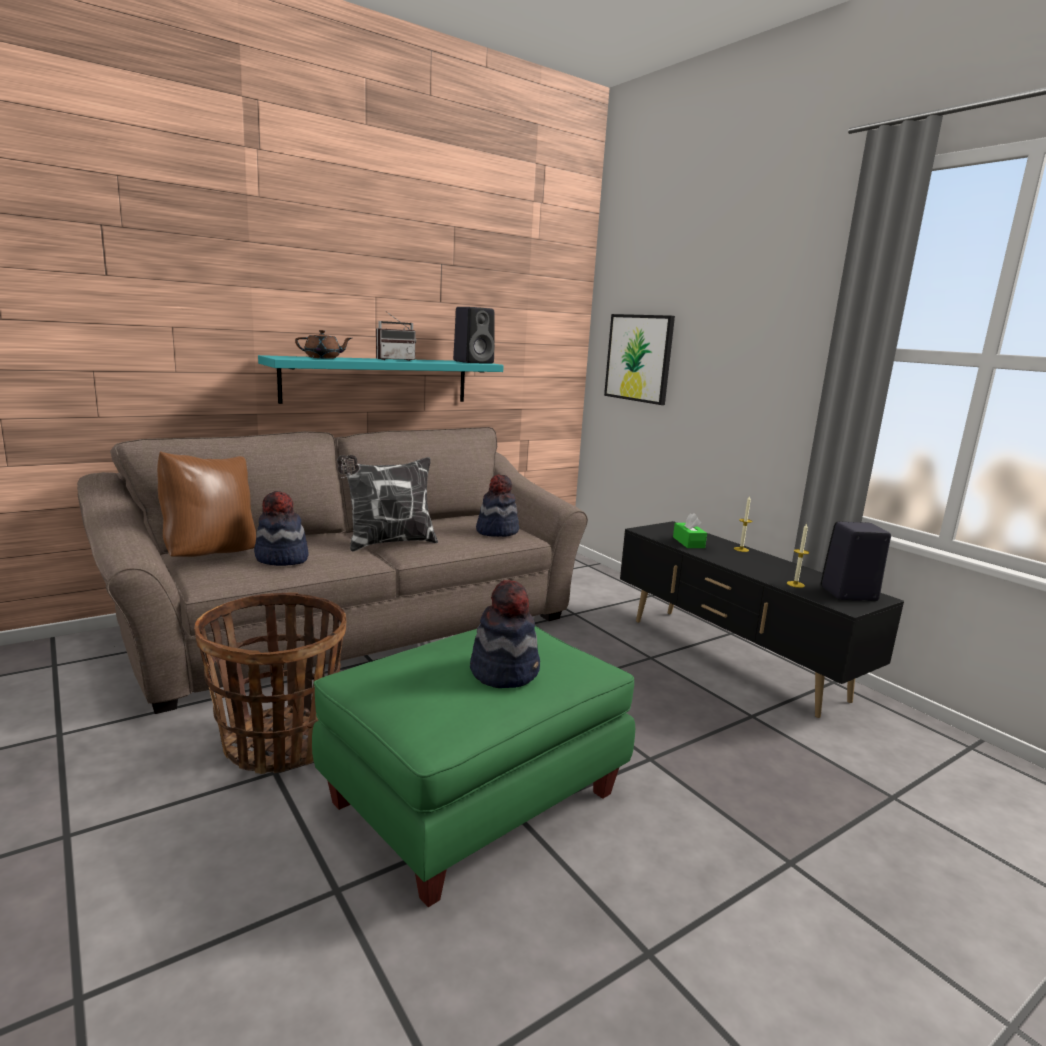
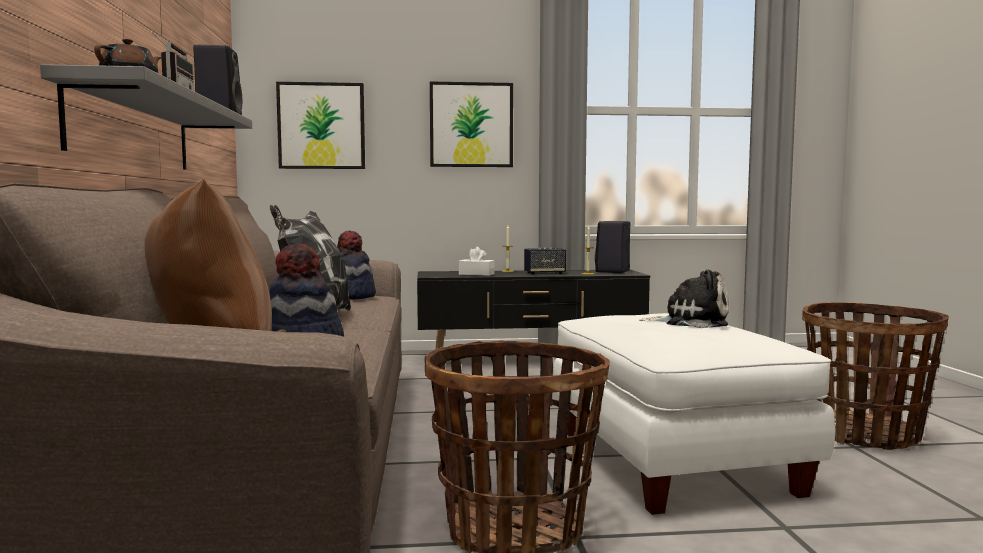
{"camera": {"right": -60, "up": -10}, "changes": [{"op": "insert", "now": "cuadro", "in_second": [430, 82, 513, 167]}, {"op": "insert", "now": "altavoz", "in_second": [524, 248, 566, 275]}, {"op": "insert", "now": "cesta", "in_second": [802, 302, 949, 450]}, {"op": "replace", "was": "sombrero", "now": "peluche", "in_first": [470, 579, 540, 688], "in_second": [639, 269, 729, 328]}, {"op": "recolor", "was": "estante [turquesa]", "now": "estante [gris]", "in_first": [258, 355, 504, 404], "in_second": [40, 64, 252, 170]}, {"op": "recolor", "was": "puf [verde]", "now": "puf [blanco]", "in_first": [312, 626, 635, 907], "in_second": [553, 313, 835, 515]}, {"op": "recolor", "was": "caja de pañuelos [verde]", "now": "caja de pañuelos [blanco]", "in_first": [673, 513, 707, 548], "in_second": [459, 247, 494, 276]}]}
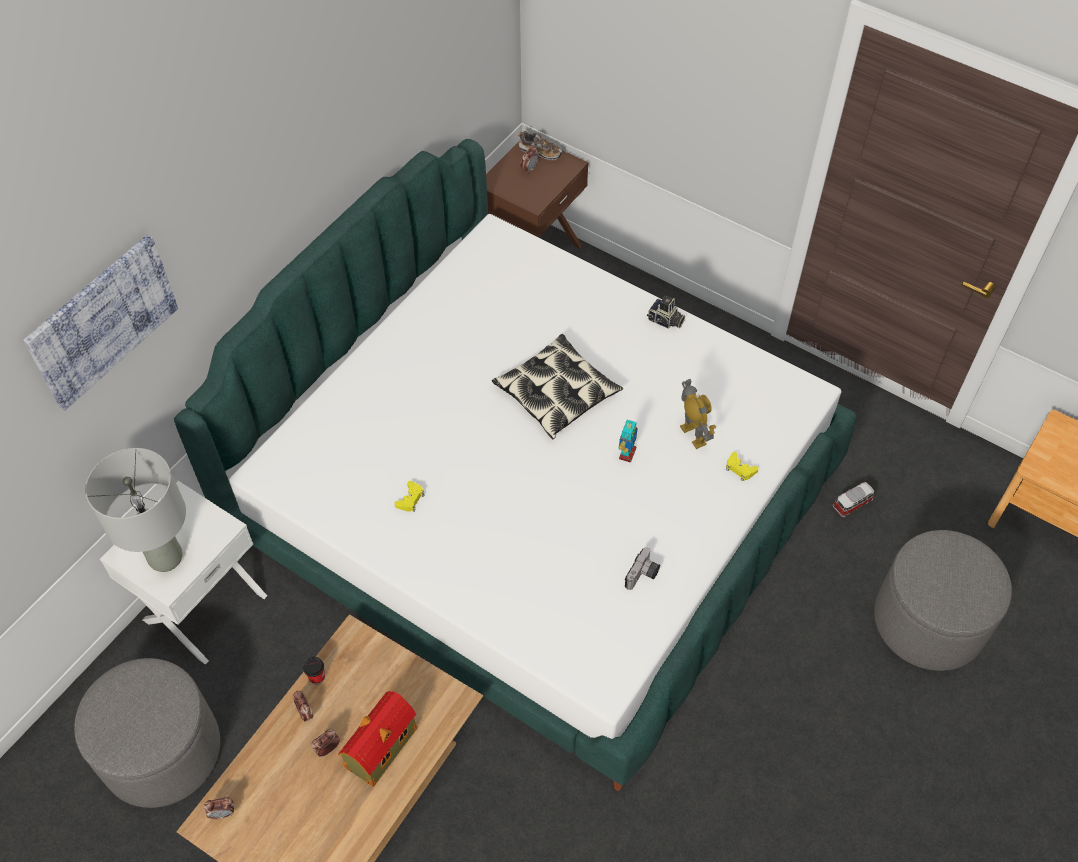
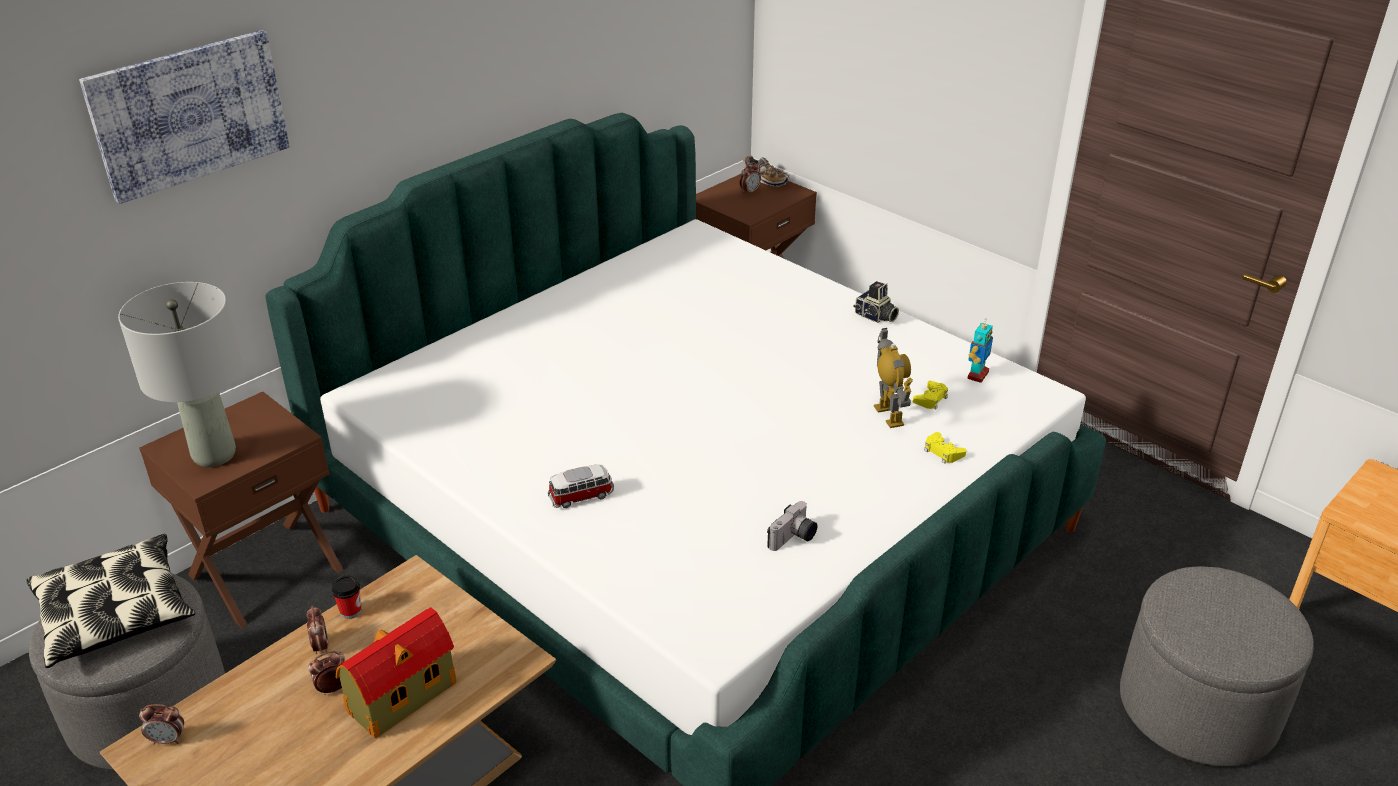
{"camera": {"right": 10, "up": -20}, "changes": [{"op": "move", "was": "mando de consola [amarillo]", "in_first": [394, 481, 424, 512], "in_second": [913, 381, 948, 410]}, {"op": "move", "was": "cojín", "in_first": [492, 334, 623, 440], "in_second": [27, 534, 195, 668]}, {"op": "move", "was": "robot de juguete", "in_first": [618, 420, 637, 463], "in_second": [967, 318, 993, 383]}, {"op": "move", "was": "coche de juguete", "in_first": [832, 482, 874, 517], "in_second": [548, 464, 614, 508]}, {"op": "recolor", "was": "mesita de noche [blanco]", "now": "mesita de noche [marrón]", "in_first": [100, 481, 267, 665], "in_second": [139, 391, 343, 628]}]}
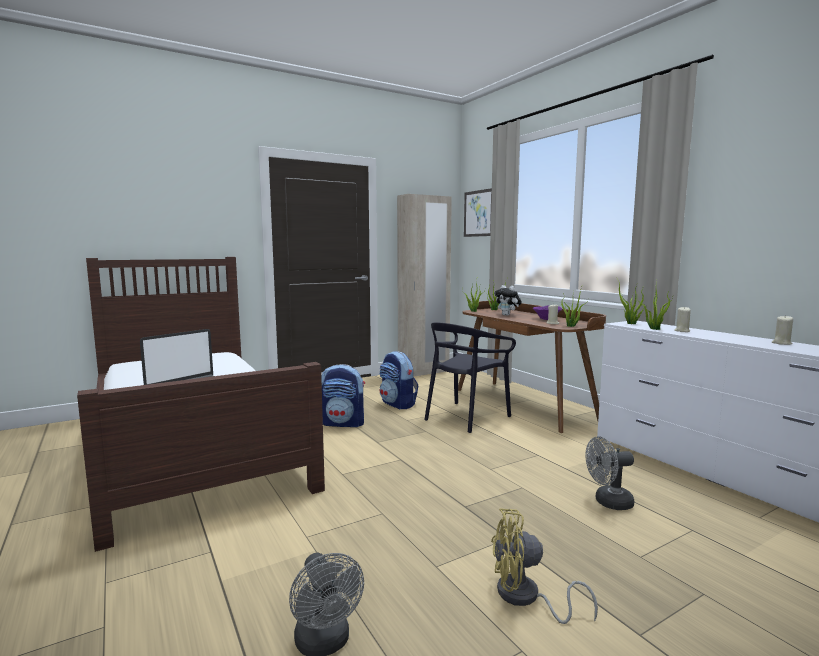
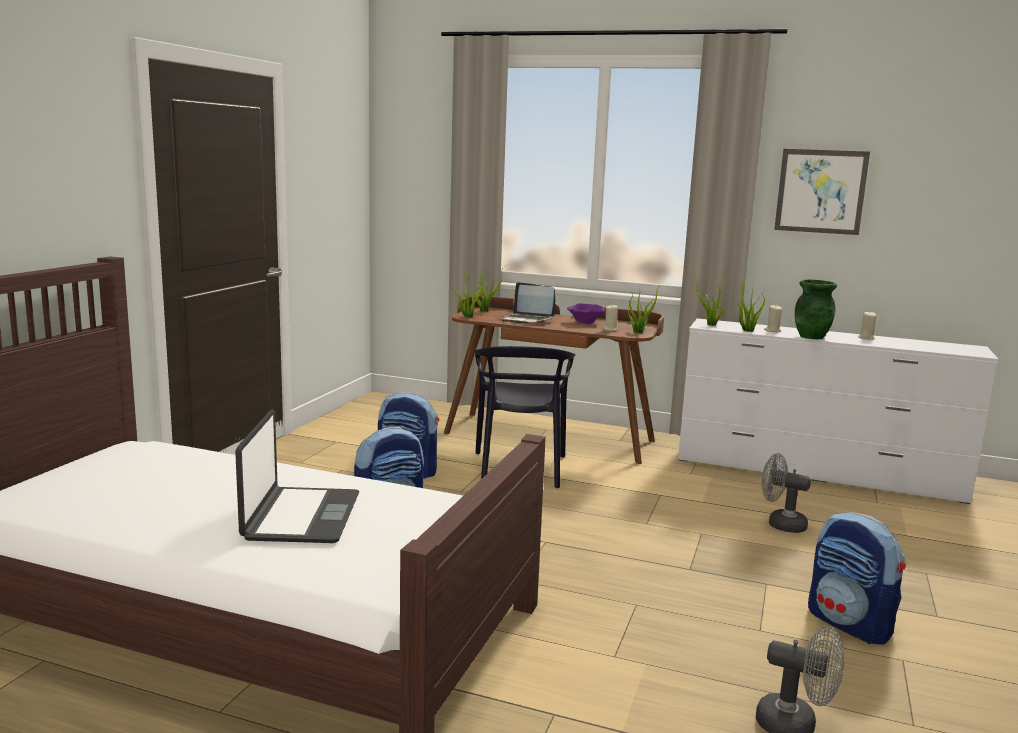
{"camera": {"right": -40, "up": 5}, "changes": [{"op": "delete", "was": "armario ropero [beis]", "in_first": [397, 194, 452, 377]}, {"op": "insert", "now": "florero [verde]", "in_second": [795, 280, 837, 339]}, {"op": "move", "was": "cuadro", "in_first": [464, 188, 492, 237], "in_second": [774, 149, 870, 235]}, {"op": "replace", "was": "ventilador [amarillo]", "now": "mochila", "in_first": [491, 508, 598, 624], "in_second": [808, 512, 906, 645]}, {"op": "replace", "was": "peluche", "now": "portátil", "in_first": [494, 285, 522, 316], "in_second": [502, 282, 555, 323]}, {"op": "rotate", "was": "ventilador [gris]", "in_first": [585, 436, 634, 510], "in_second": [762, 453, 811, 533], "clockwise": 75}]}
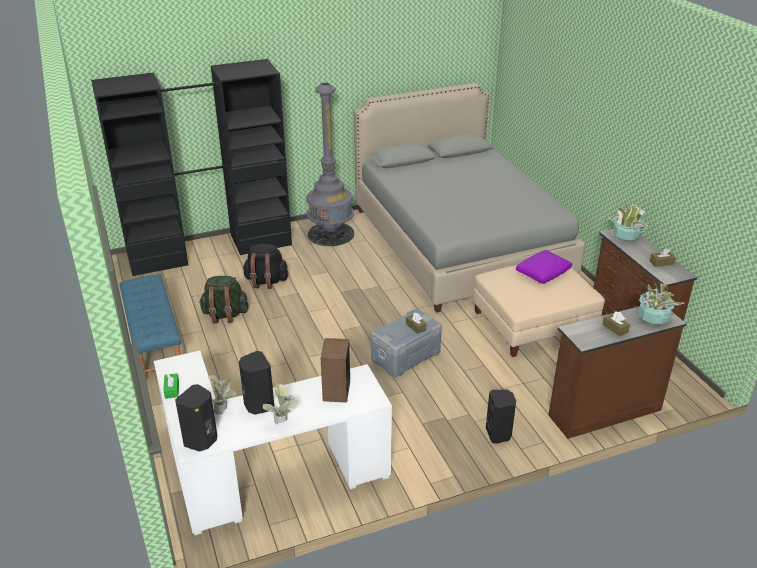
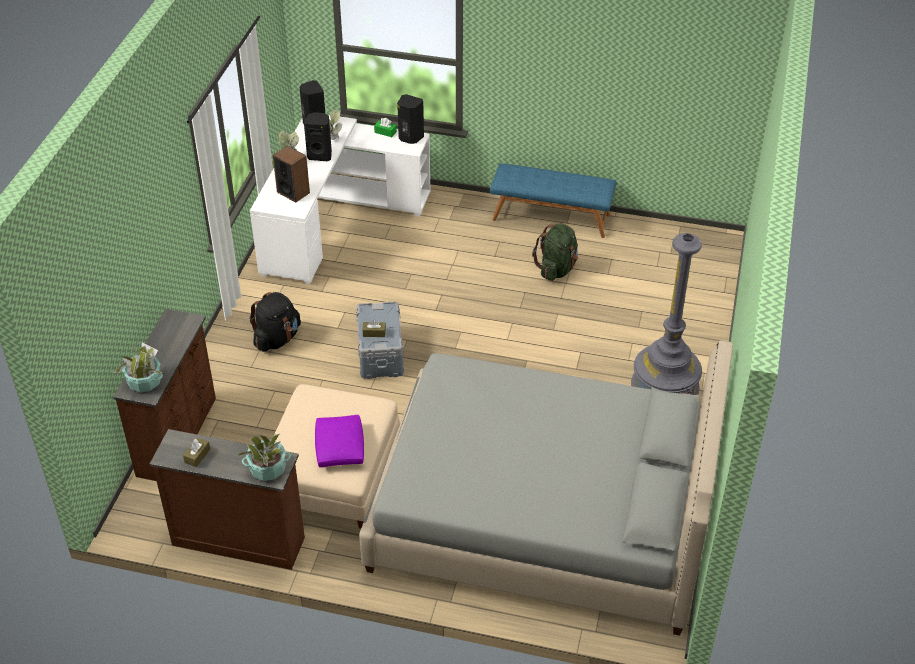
{"camera": {"right": 125, "up": 10}, "changes": [{"op": "delete", "was": "armario ropero [negro]", "in_first": [91, 59, 292, 276]}, {"op": "delete", "was": "caja de pañuelos [marrón]", "in_first": [603, 311, 630, 337]}, {"op": "move", "was": "mochila [negro]", "in_first": [243, 244, 288, 289], "in_second": [249, 292, 301, 352]}, {"op": "move", "was": "altavoz [negro]", "in_first": [486, 390, 516, 444], "in_second": [397, 94, 424, 144]}]}
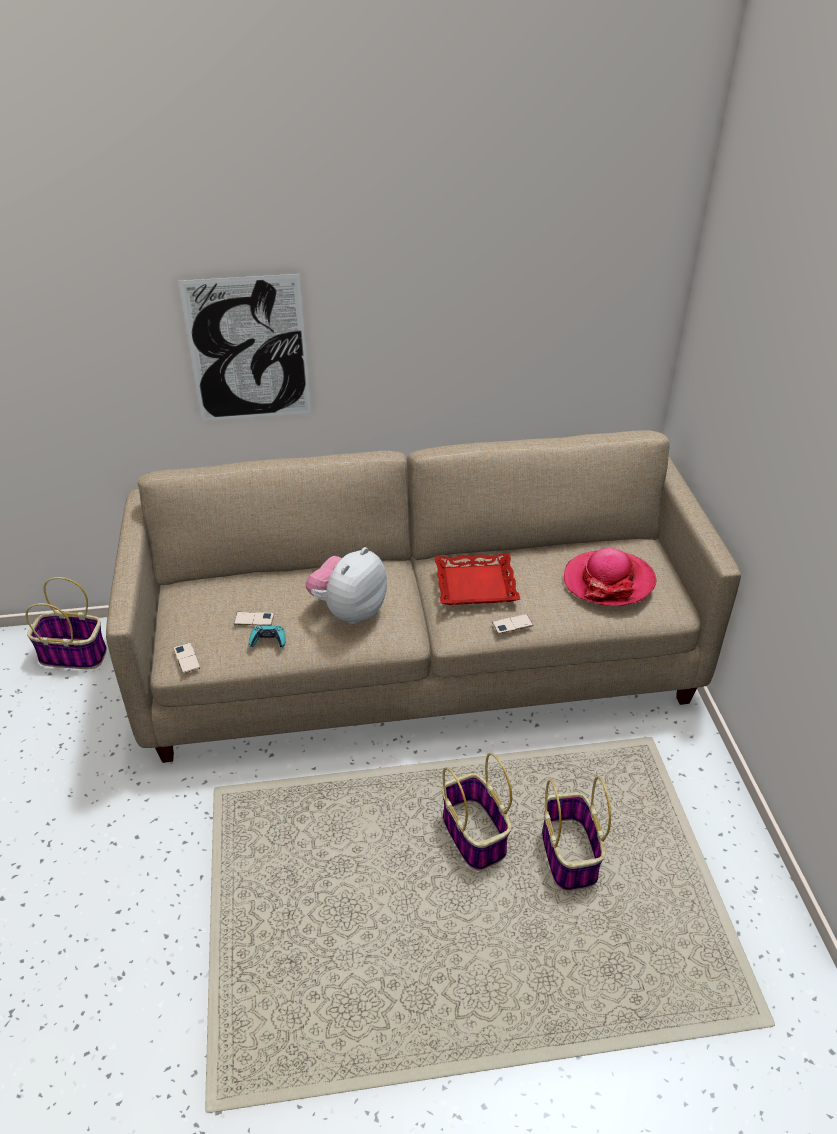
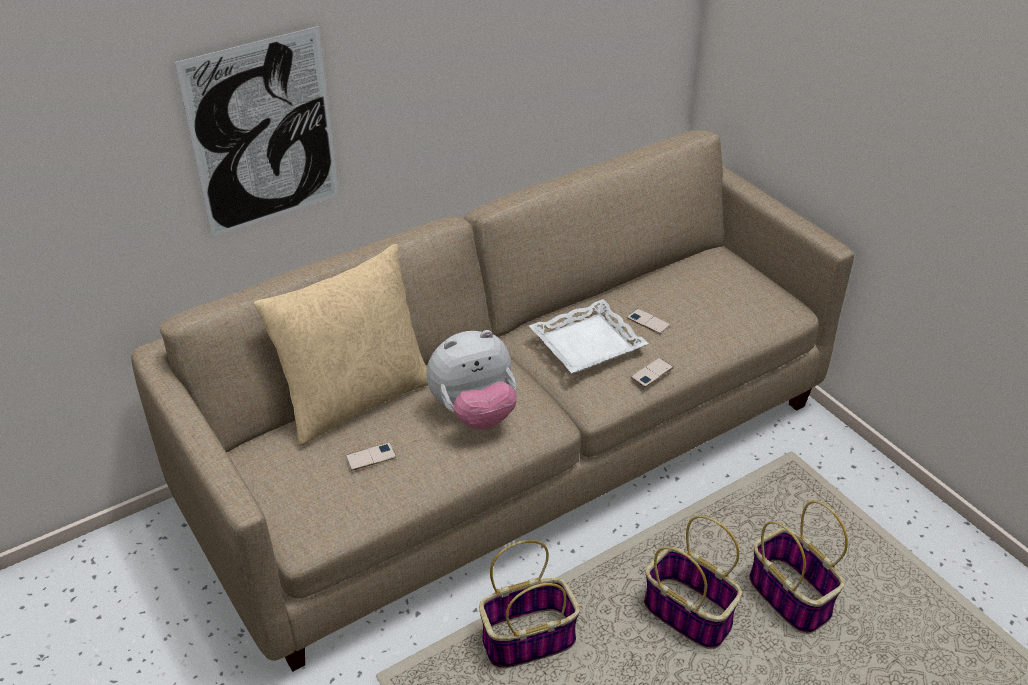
{"camera": {"right": -25, "up": 0}, "changes": [{"op": "delete", "was": "mando de consola [turquesa]", "in_first": [249, 626, 286, 647]}, {"op": "delete", "was": "sombrero", "in_first": [564, 548, 656, 606]}, {"op": "insert", "now": "cojín [beis]", "in_second": [254, 244, 428, 446]}, {"op": "move", "was": "cesta", "in_first": [26, 577, 107, 669], "in_second": [479, 540, 580, 669]}, {"op": "move", "was": "móvil", "in_first": [173, 642, 200, 673], "in_second": [627, 308, 671, 334]}, {"op": "recolor", "was": "bandeja [rojo]", "now": "bandeja [blanco]", "in_first": [434, 553, 520, 605], "in_second": [529, 299, 649, 373]}, {"op": "rotate", "was": "peluche", "in_first": [305, 547, 387, 624], "in_second": [426, 330, 517, 430], "clockwise": -120}]}
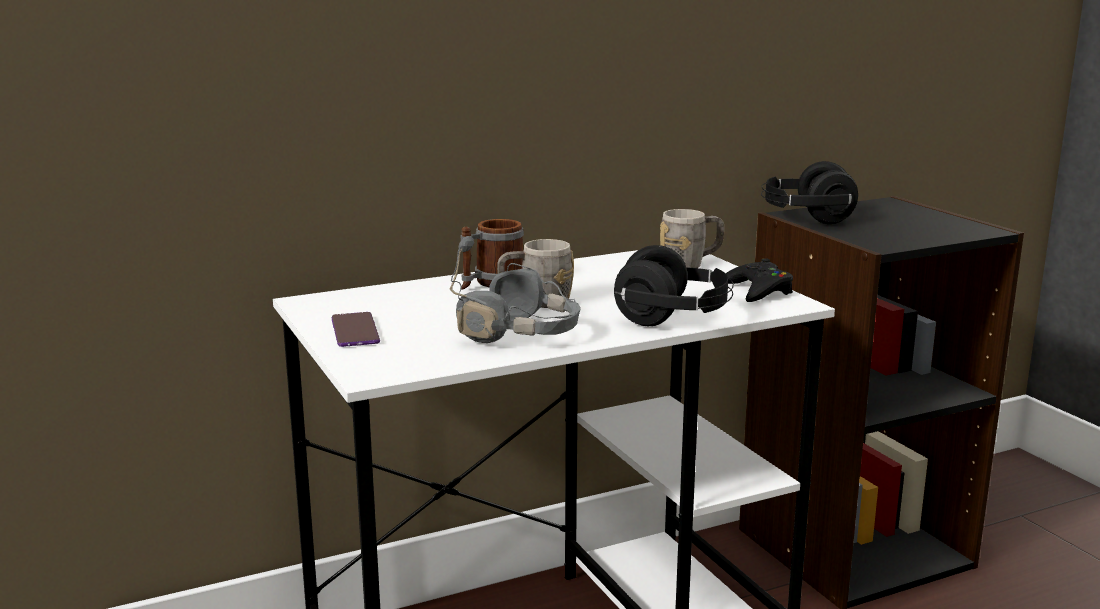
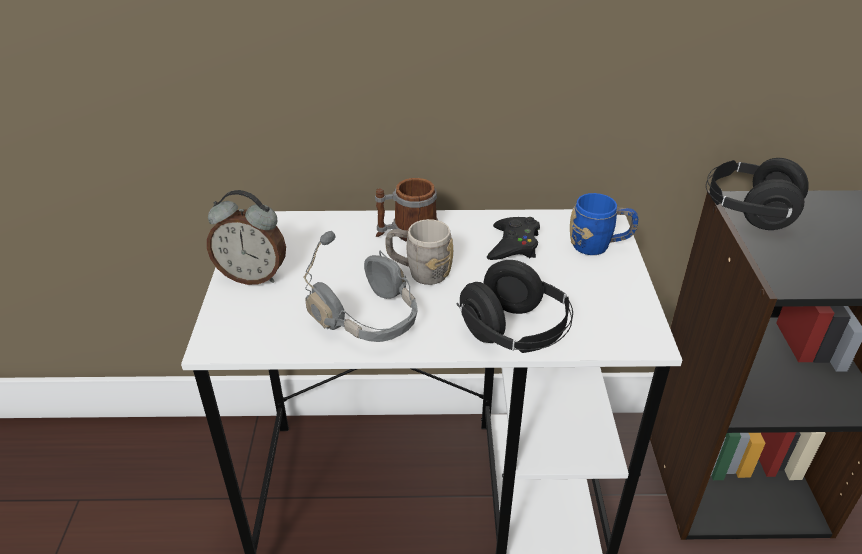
{"camera": {"right": 25, "up": 20}, "changes": [{"op": "move", "was": "mando de consola [negro]", "in_first": [726, 258, 793, 302], "in_second": [487, 217, 540, 260]}, {"op": "replace", "was": "móvil", "now": "despertador", "in_first": [332, 312, 380, 347], "in_second": [207, 190, 286, 285]}, {"op": "recolor", "was": "taza grande [gris]", "now": "taza grande [azul]", "in_first": [660, 209, 724, 268], "in_second": [570, 193, 638, 255]}]}
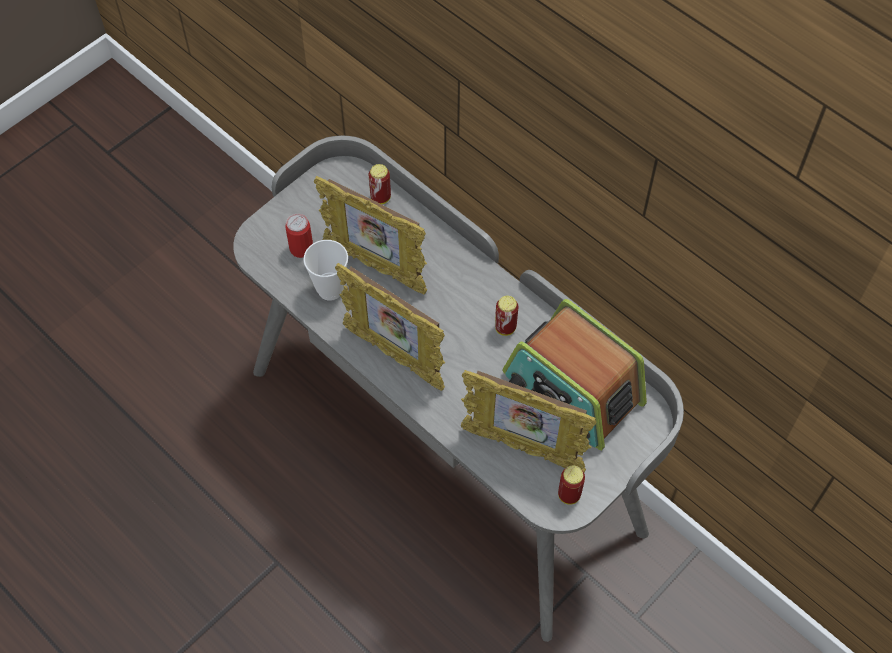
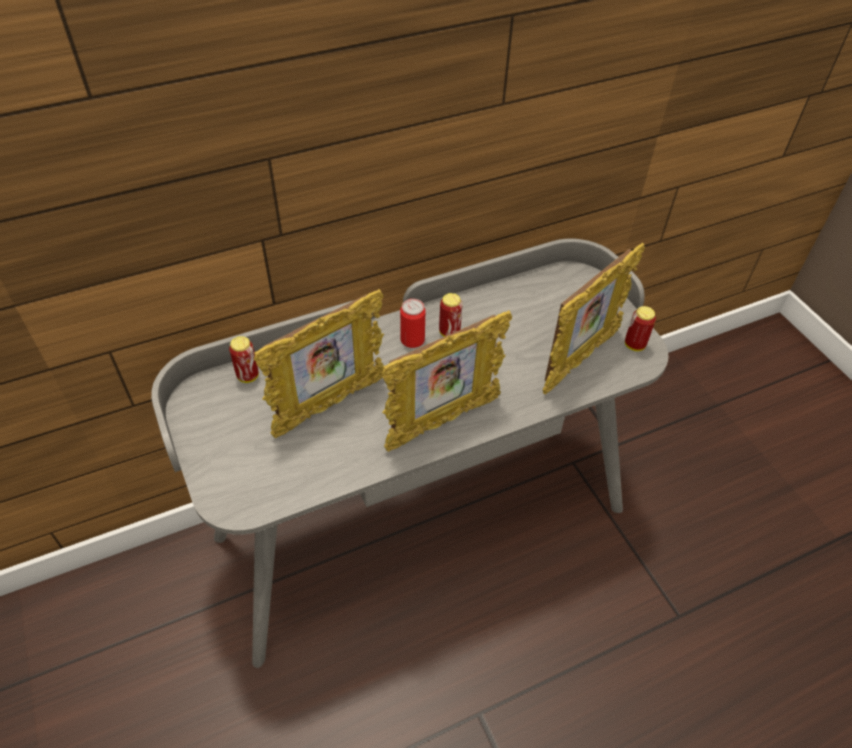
{"camera": {"right": -70, "up": -10}, "changes": [{"op": "delete", "was": "taza", "in_first": [303, 240, 348, 301]}, {"op": "delete", "was": "radio", "in_first": [503, 299, 647, 450]}, {"op": "move", "was": "lata", "in_first": [285, 214, 313, 258], "in_second": [400, 299, 425, 348]}]}
